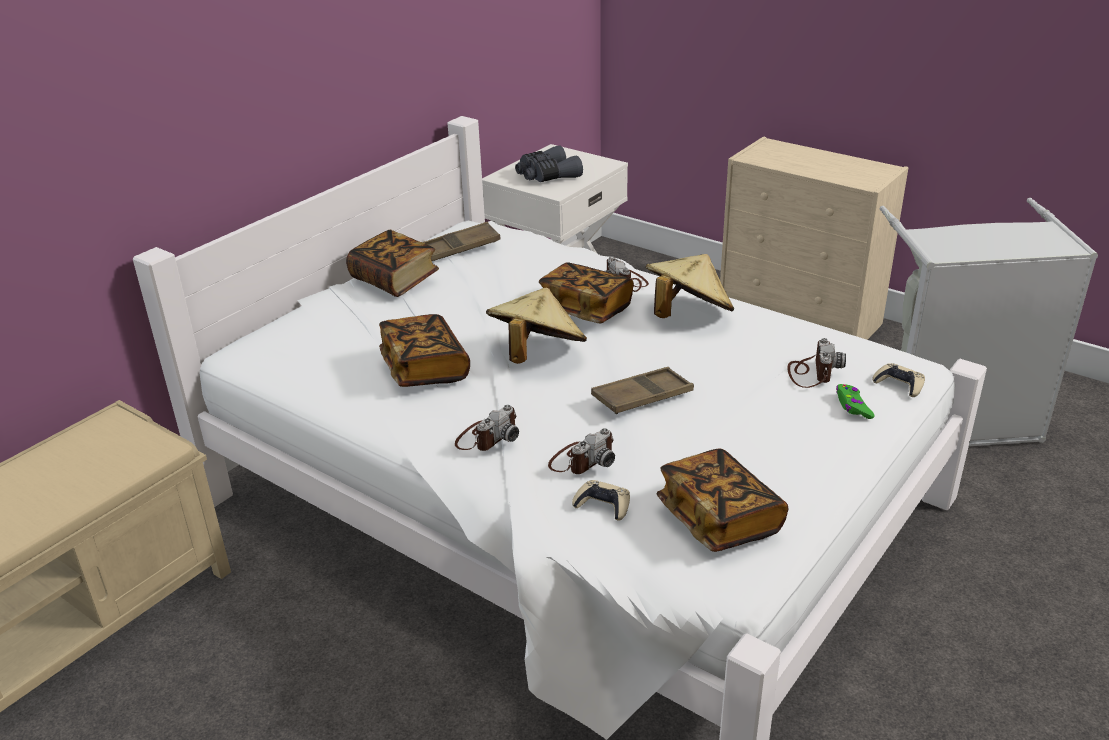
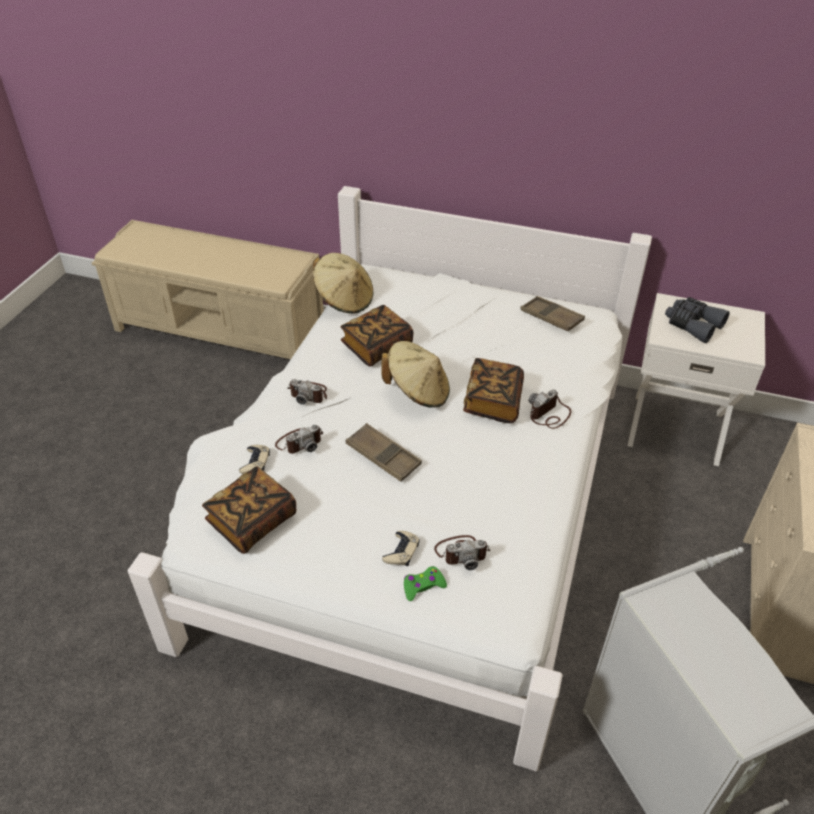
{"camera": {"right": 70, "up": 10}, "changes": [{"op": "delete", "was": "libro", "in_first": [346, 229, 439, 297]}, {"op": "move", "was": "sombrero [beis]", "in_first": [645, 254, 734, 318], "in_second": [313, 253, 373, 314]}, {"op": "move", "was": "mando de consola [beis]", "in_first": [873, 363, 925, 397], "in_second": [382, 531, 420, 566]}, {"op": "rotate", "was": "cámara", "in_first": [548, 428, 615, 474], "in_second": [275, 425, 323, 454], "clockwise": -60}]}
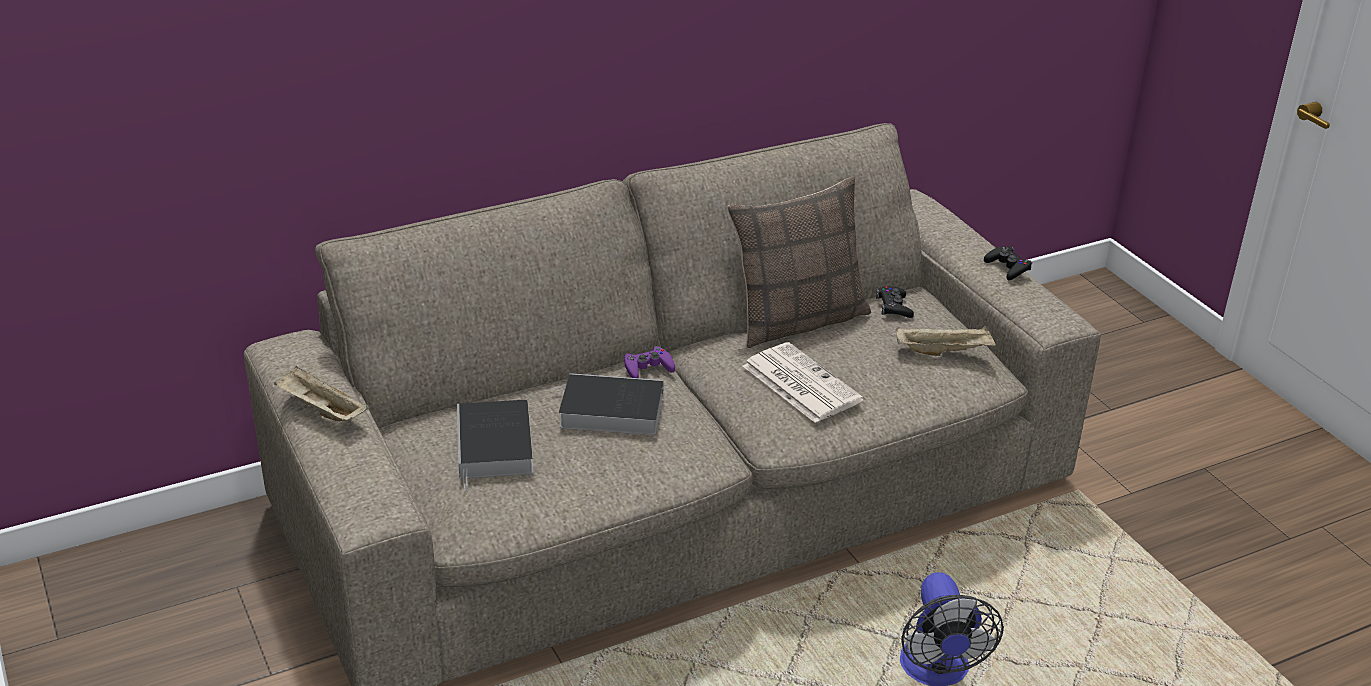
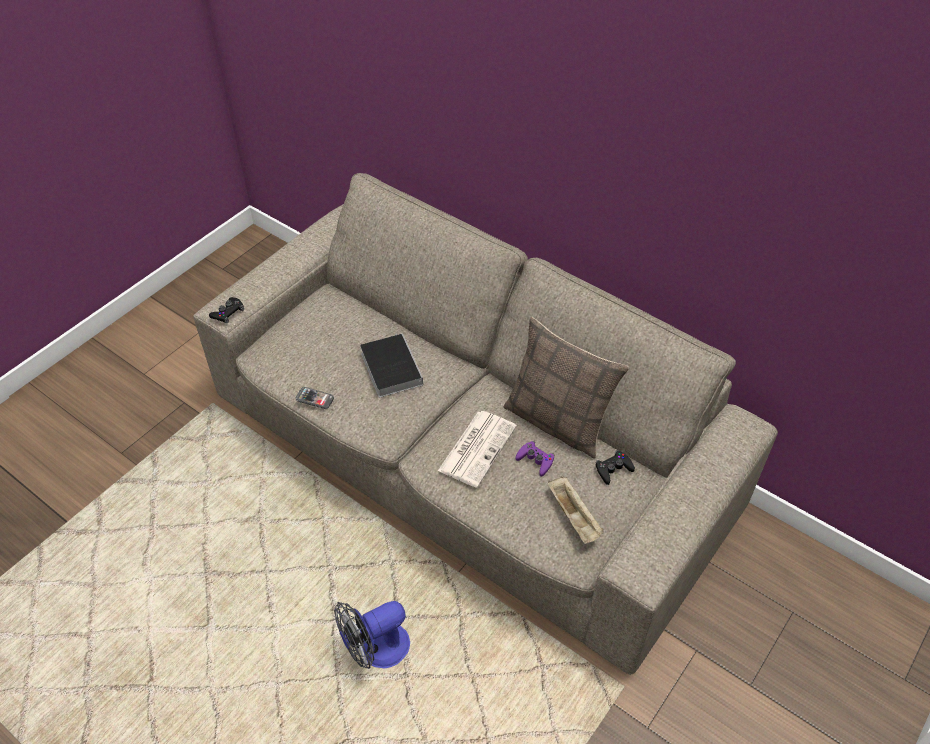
{"camera": {"right": 65, "up": 15}, "changes": [{"op": "delete", "was": "bandeja [beis]", "in_first": [274, 366, 369, 421]}, {"op": "delete", "was": "libro", "in_first": [457, 400, 533, 491]}, {"op": "insert", "now": "móvil", "in_second": [296, 387, 334, 409]}, {"op": "move", "was": "mando de consola [morado]", "in_first": [624, 346, 675, 378], "in_second": [516, 441, 554, 477]}, {"op": "move", "was": "mando de consola [negro]", "in_first": [984, 246, 1032, 280], "in_second": [209, 297, 244, 323]}]}
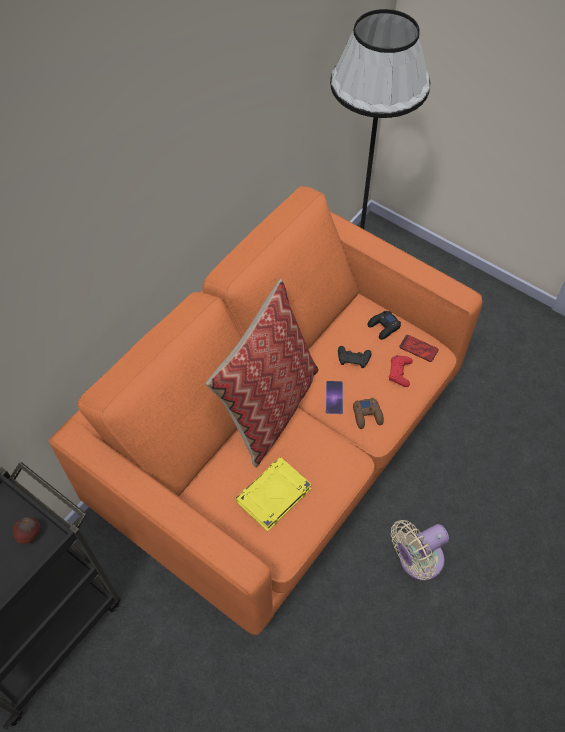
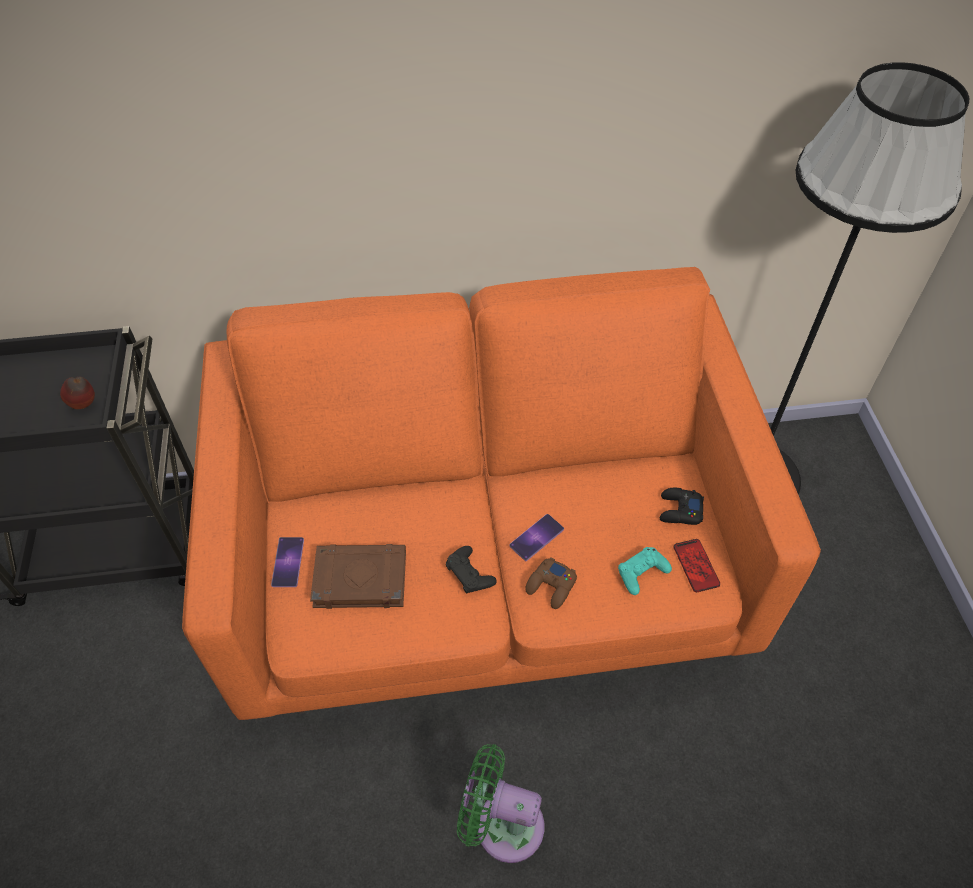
{"camera": {"right": 45, "up": -5}, "changes": [{"op": "delete", "was": "cojín", "in_first": [206, 279, 318, 468]}, {"op": "insert", "now": "móvil", "in_second": [271, 537, 304, 587]}, {"op": "move", "was": "mando de consola [negro]", "in_first": [338, 346, 372, 368], "in_second": [446, 546, 497, 593]}, {"op": "recolor", "was": "libro [amarillo]", "now": "libro [marrón]", "in_first": [235, 457, 312, 532], "in_second": [310, 544, 406, 609]}, {"op": "recolor", "was": "mando de consola [rojo]", "now": "mando de consola [turquesa]", "in_first": [389, 355, 413, 387], "in_second": [618, 547, 672, 595]}, {"op": "recolor", "was": "ventilador [beis]", "now": "ventilador [verde]", "in_first": [391, 520, 449, 580], "in_second": [457, 744, 544, 863]}]}
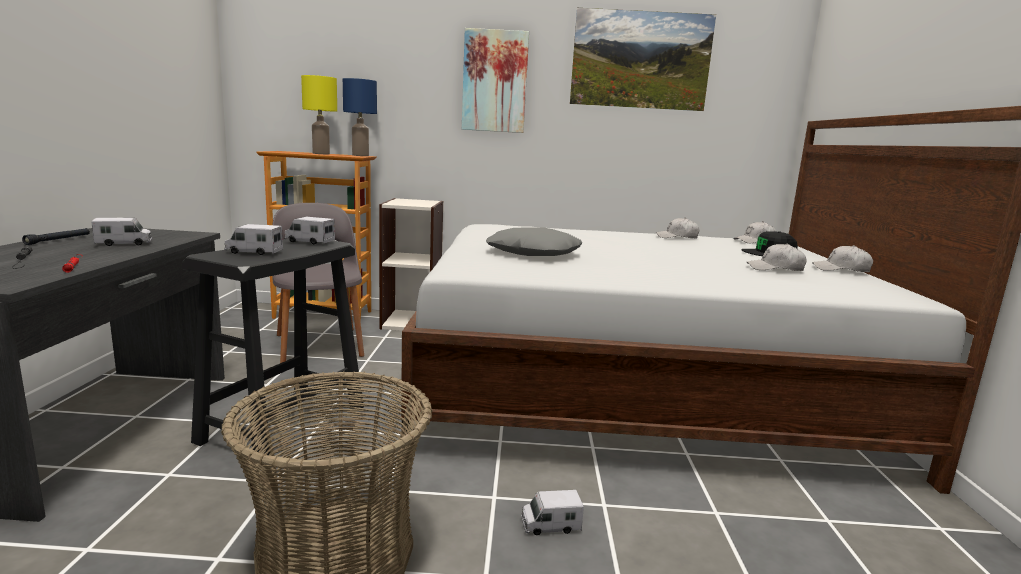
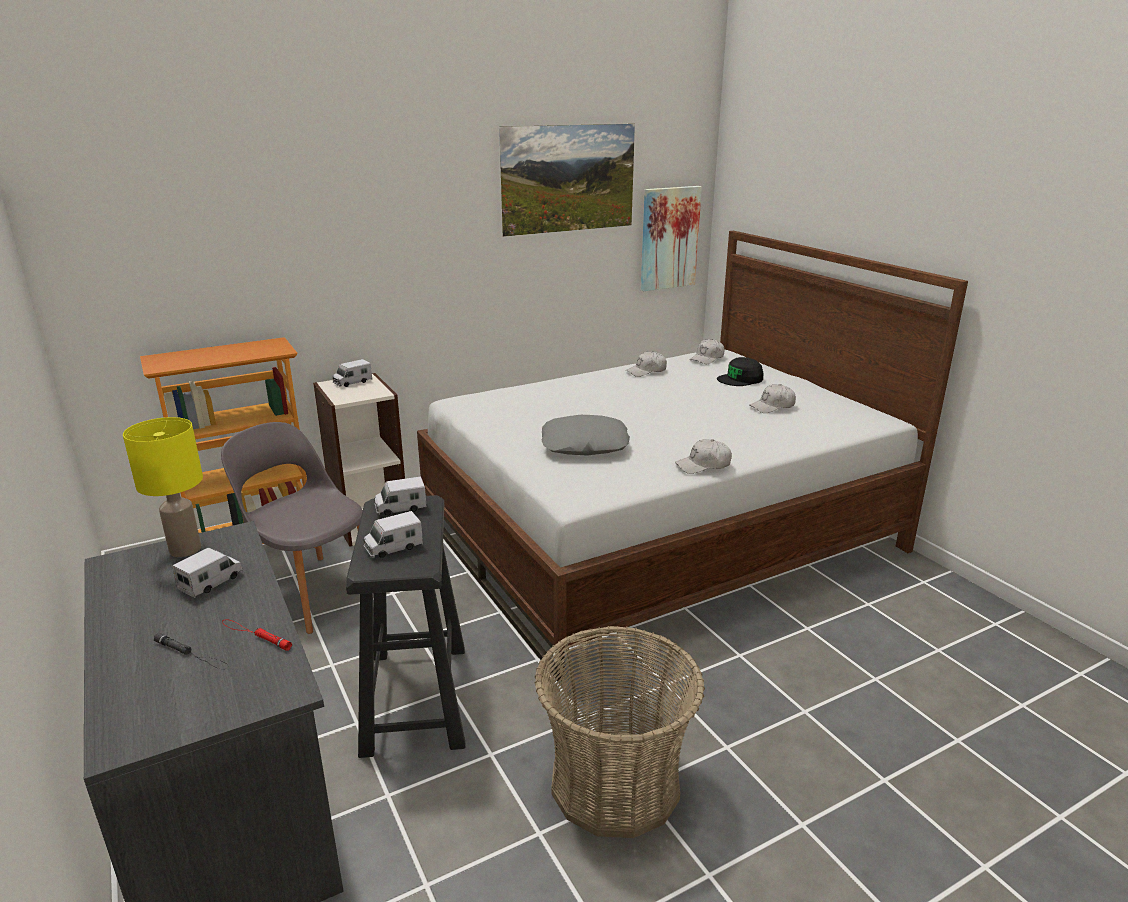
{"camera": {"right": -30, "up": 10}, "changes": [{"op": "delete", "was": "linterna [negro]", "in_first": [22, 228, 90, 245]}, {"op": "delete", "was": "lámpara de mesa [azul]", "in_first": [343, 78, 377, 156]}, {"op": "move", "was": "lámpara de mesa [amarillo]", "in_first": [301, 75, 337, 154], "in_second": [123, 417, 203, 557]}, {"op": "move", "was": "cuadro", "in_first": [462, 28, 529, 133], "in_second": [641, 186, 702, 291]}, {"op": "move", "was": "camión de juguete", "in_first": [521, 490, 584, 535], "in_second": [333, 359, 372, 387]}, {"op": "move", "was": "gorra [blanco]", "in_first": [812, 245, 873, 272], "in_second": [675, 439, 732, 474]}]}
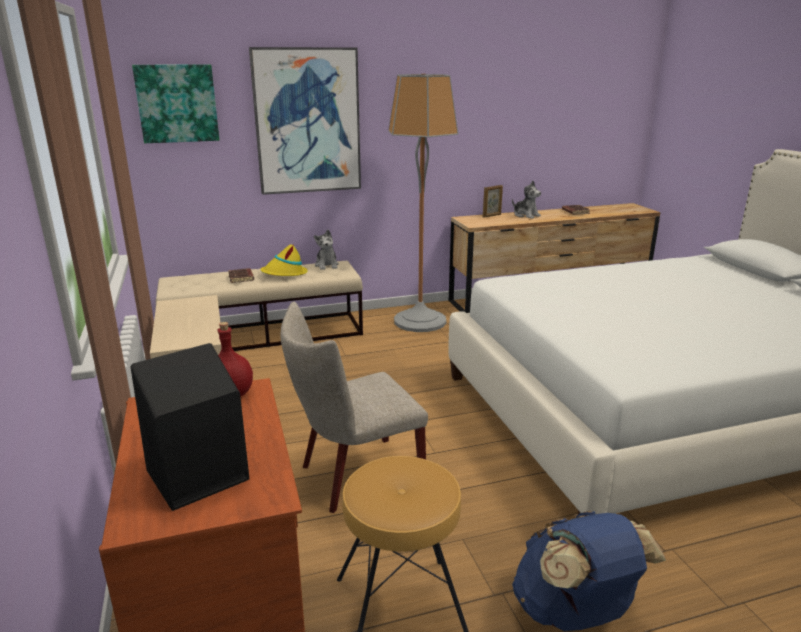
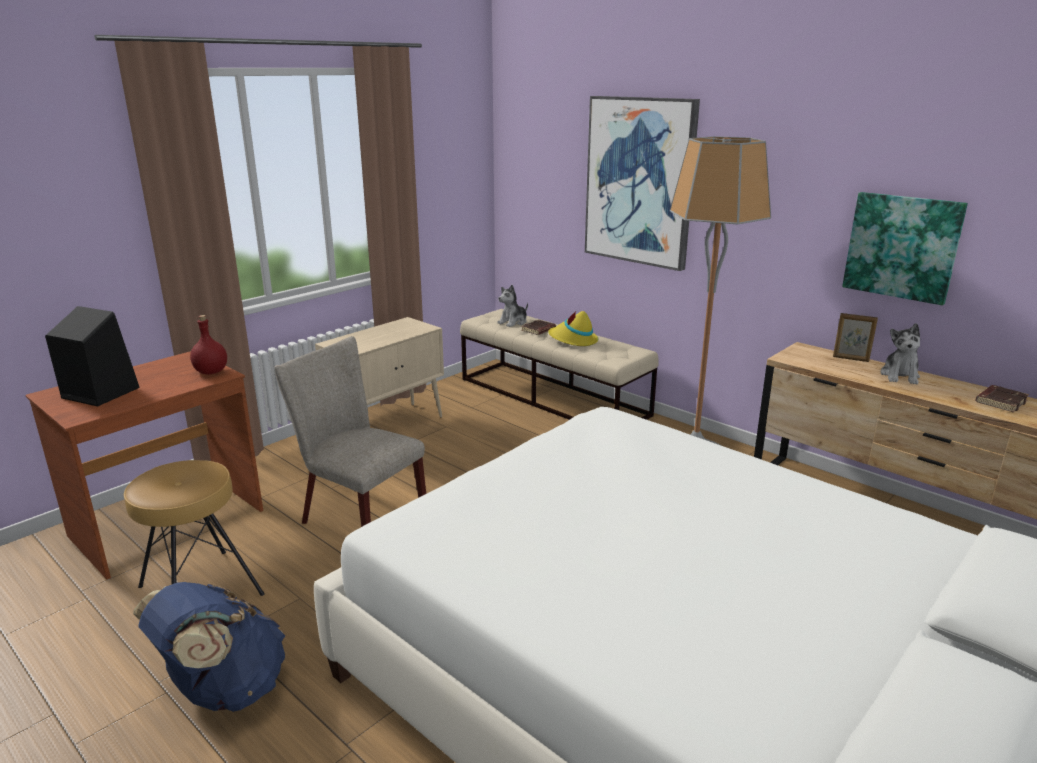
{"camera": {"right": 60, "up": 0}, "changes": [{"op": "move", "was": "cuadro", "in_first": [132, 64, 219, 143], "in_second": [842, 192, 968, 305]}, {"op": "move", "was": "peluche", "in_first": [314, 230, 339, 270], "in_second": [497, 285, 528, 327]}]}
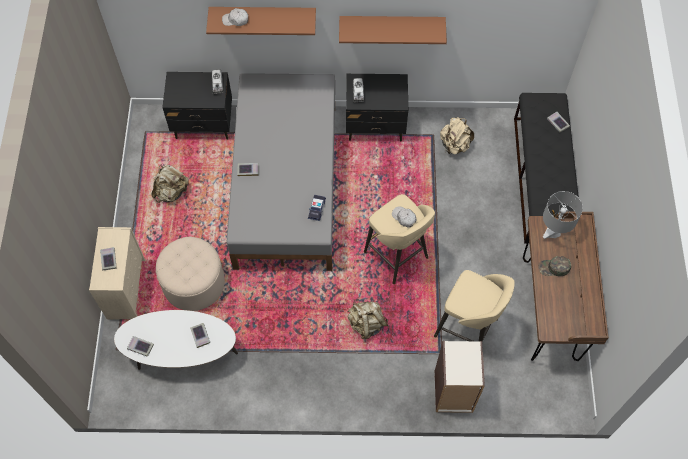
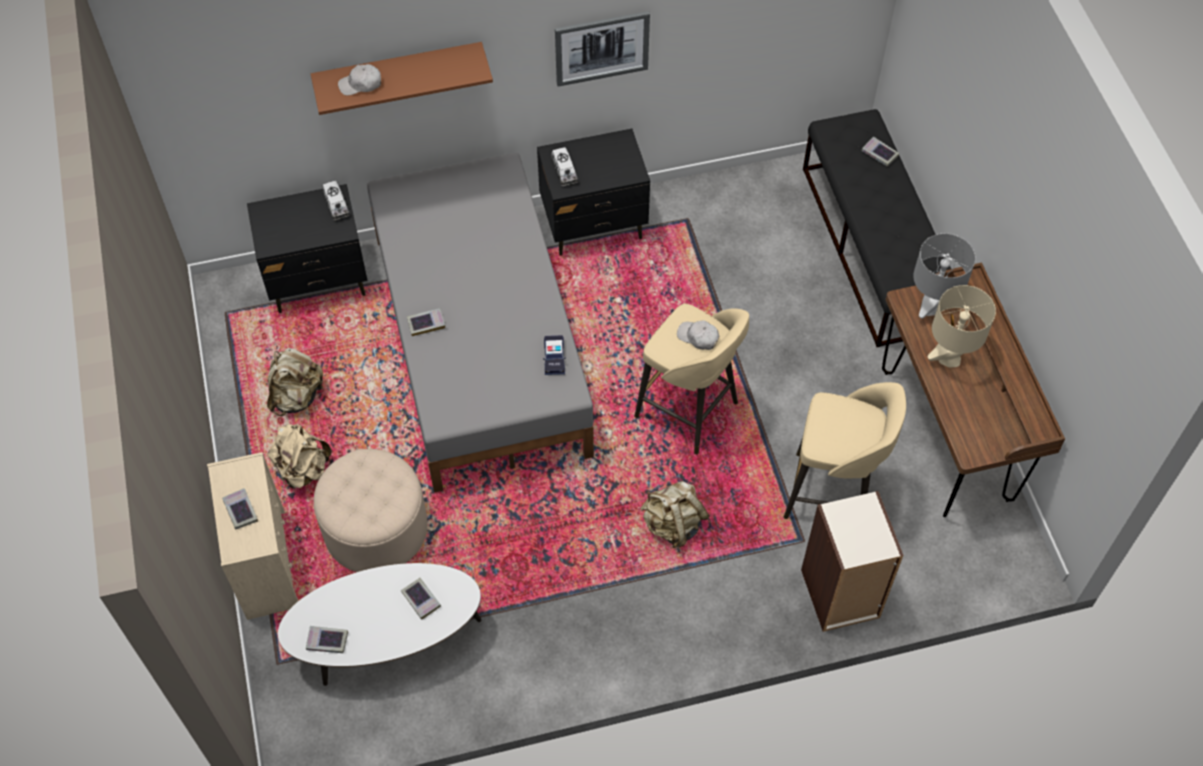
{"camera": {"right": -15, "up": -5}, "changes": [{"op": "move", "was": "mochila [beis]", "in_first": [440, 117, 474, 154], "in_second": [268, 424, 331, 489]}, {"op": "replace", "was": "estante [marrón]", "now": "cuadro", "in_first": [339, 16, 447, 44], "in_second": [555, 11, 650, 87]}, {"op": "replace", "was": "gorra [verde]", "now": "lámpara de mesa [beis]", "in_first": [539, 256, 571, 276], "in_second": [928, 285, 996, 367]}]}
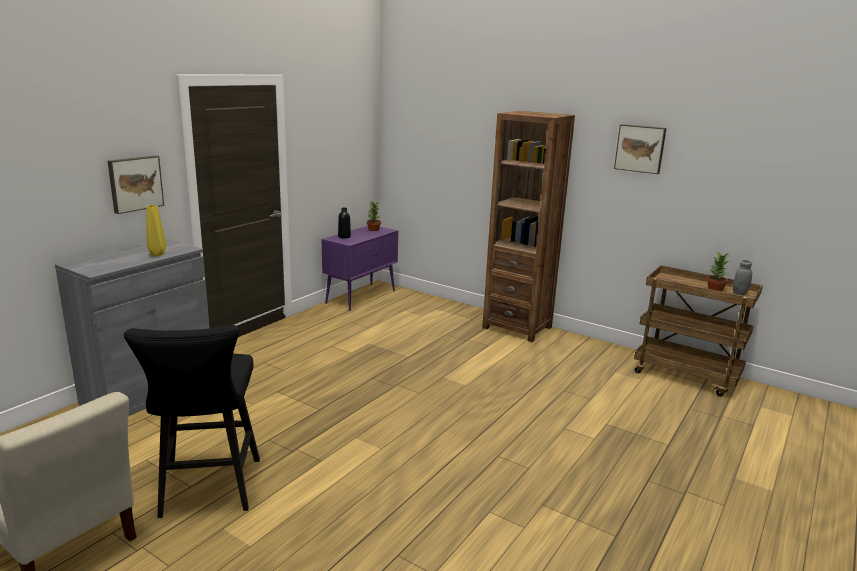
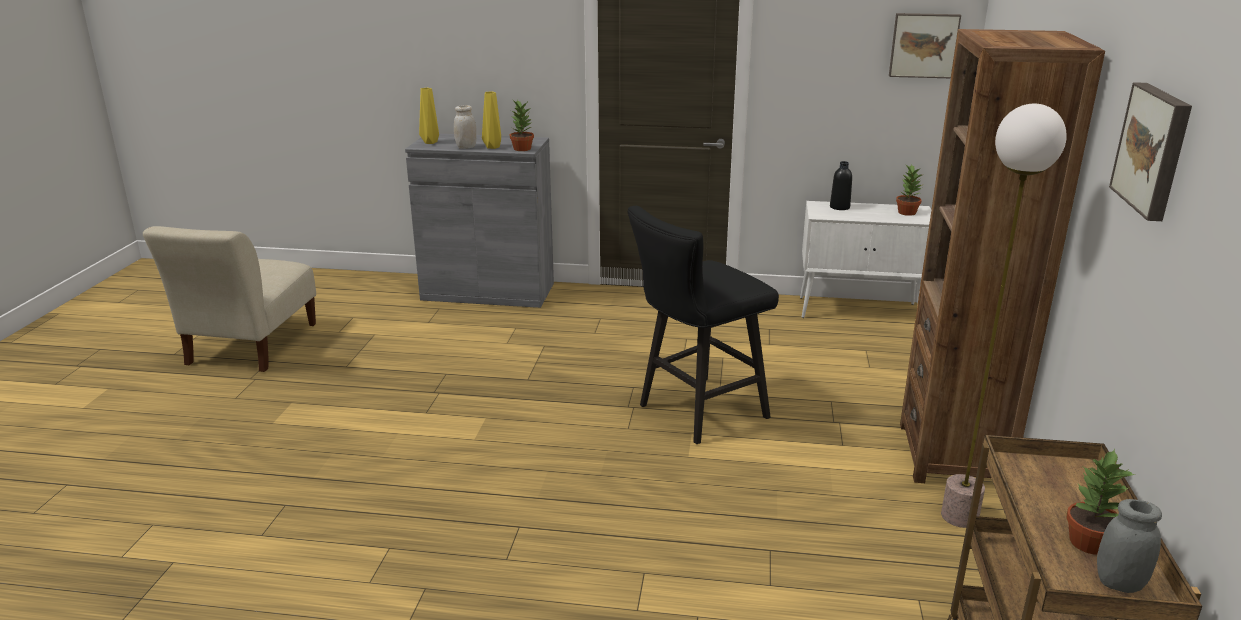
{"camera": {"right": 65, "up": 5}, "changes": [{"op": "insert", "now": "florero [amarillo]", "in_second": [419, 88, 439, 144]}, {"op": "insert", "now": "tarro [blanco]", "in_second": [454, 105, 477, 149]}, {"op": "insert", "now": "planta en maceta", "in_second": [510, 100, 534, 151]}, {"op": "insert", "now": "lámpara de pie", "in_second": [941, 104, 1067, 528]}, {"op": "move", "was": "cuadro", "in_first": [108, 155, 164, 214], "in_second": [889, 13, 961, 78]}, {"op": "move", "was": "taburete [negro]", "in_first": [124, 325, 260, 518], "in_second": [627, 206, 779, 444]}, {"op": "recolor", "was": "armario [morado]", "now": "armario [blanco]", "in_first": [322, 226, 398, 311], "in_second": [800, 201, 931, 318]}]}
